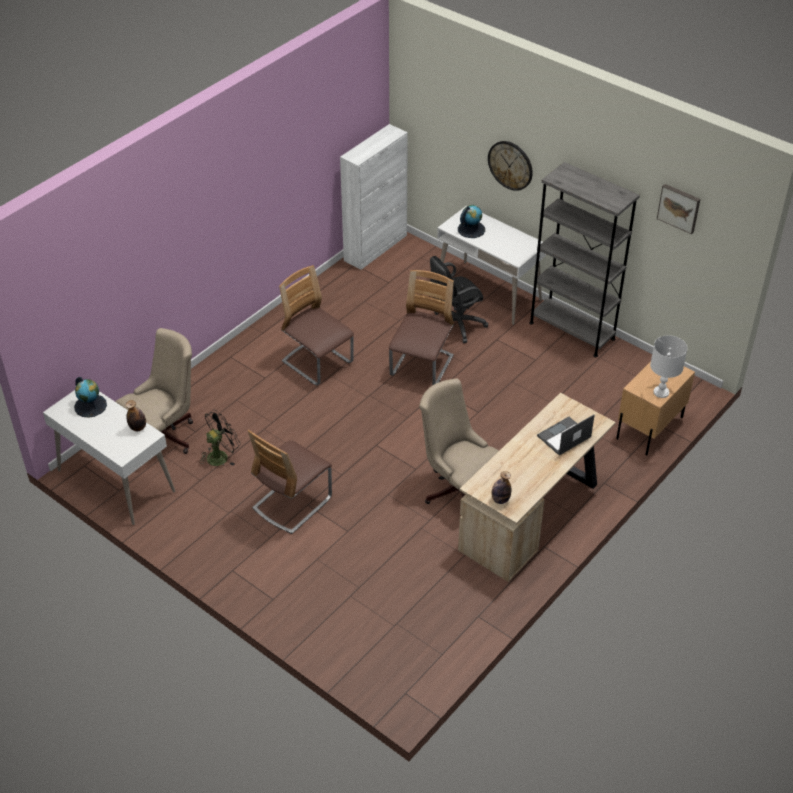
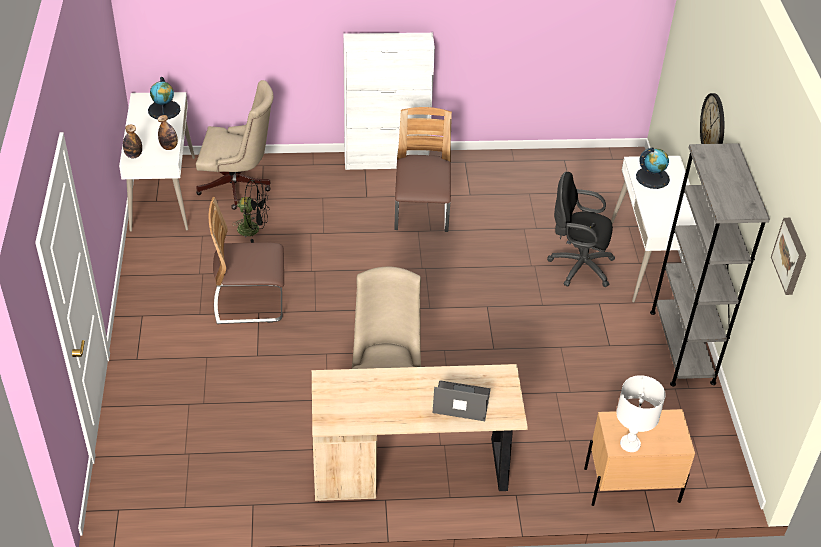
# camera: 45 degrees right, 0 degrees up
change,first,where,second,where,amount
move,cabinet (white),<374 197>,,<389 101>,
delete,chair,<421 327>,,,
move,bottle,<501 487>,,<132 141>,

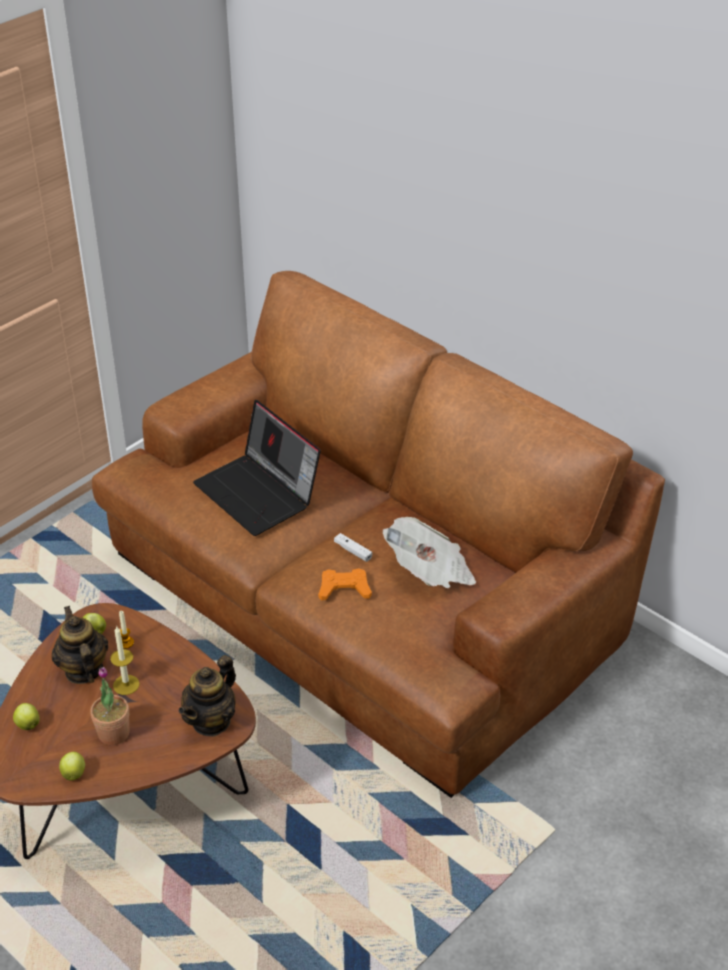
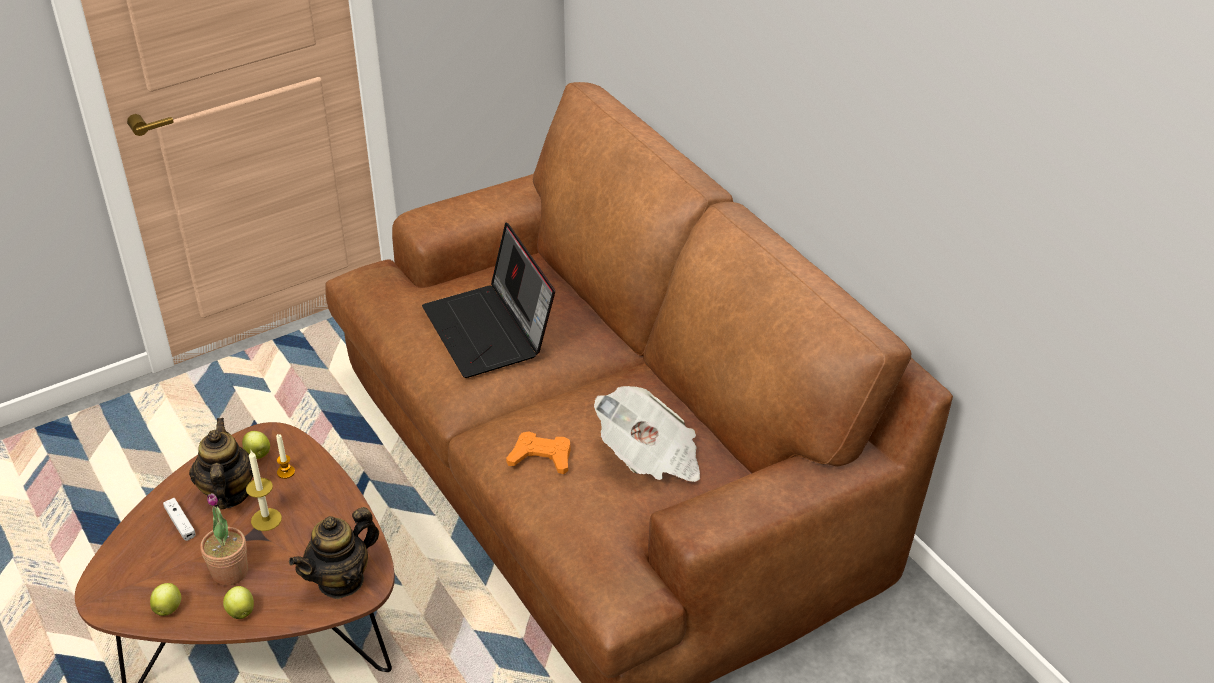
# camera: 15 degrees right, 0 degrees up
change,first,where,second,where,amount
move,apple,<26 716>,,<238 602>,
move,game controller (white),<353 547>,,<179 519>,

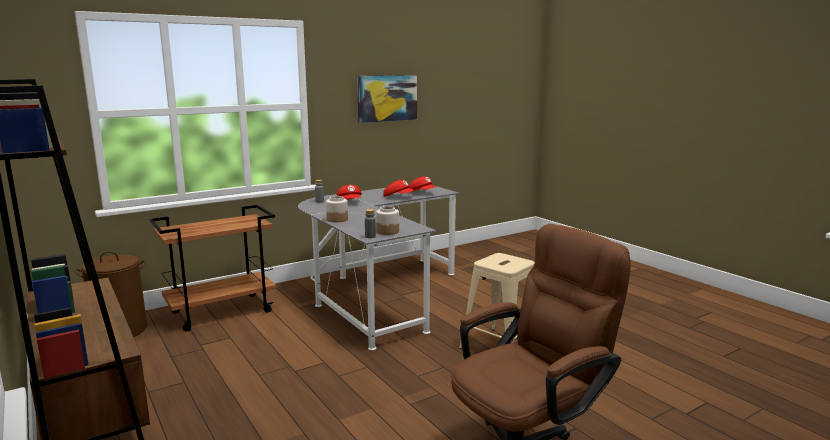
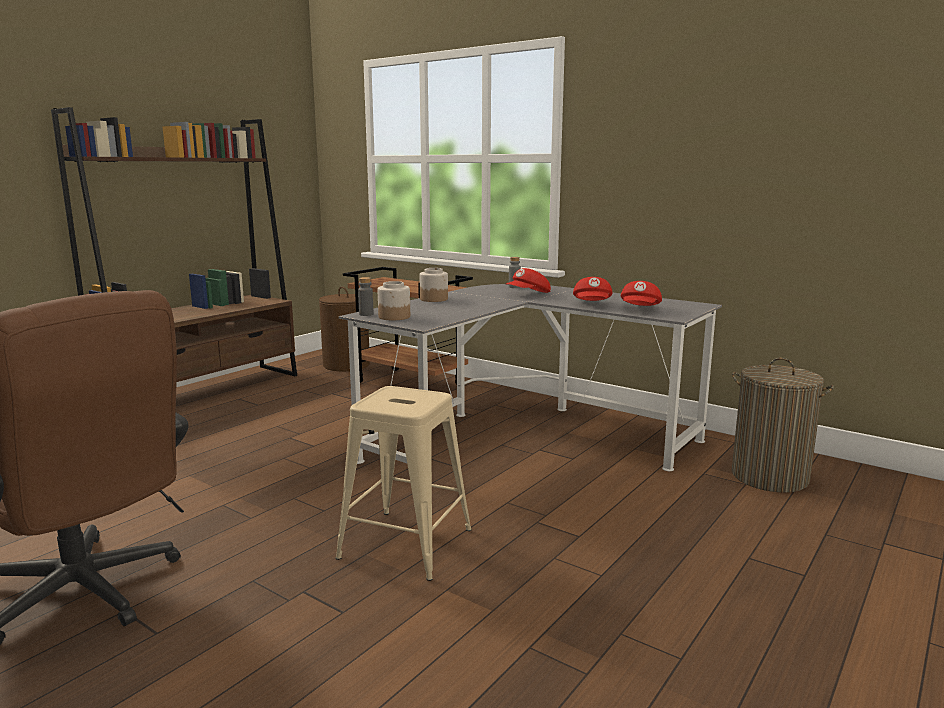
# camera: 70 degrees right, 0 degrees up
change,first,where,second,where,amount
delete,picture,<387 99>,,,
insert,,,laundry basket,<783 425>,

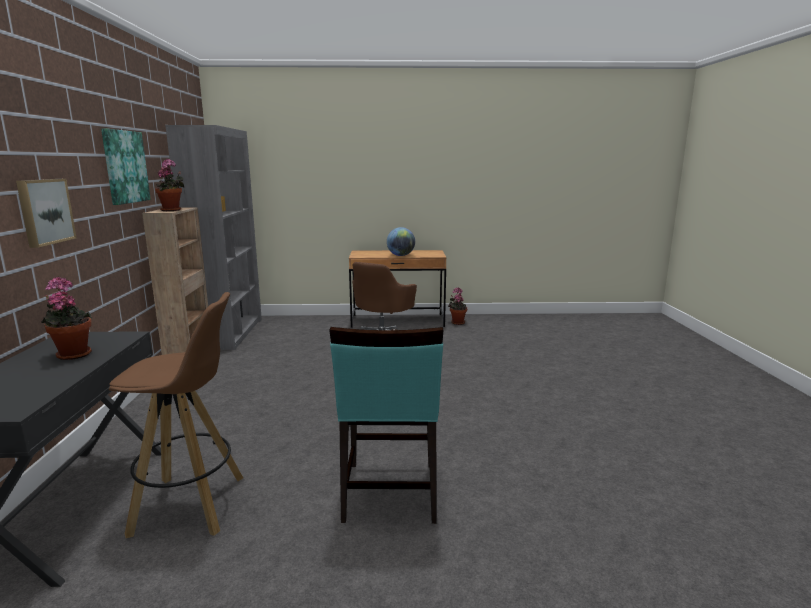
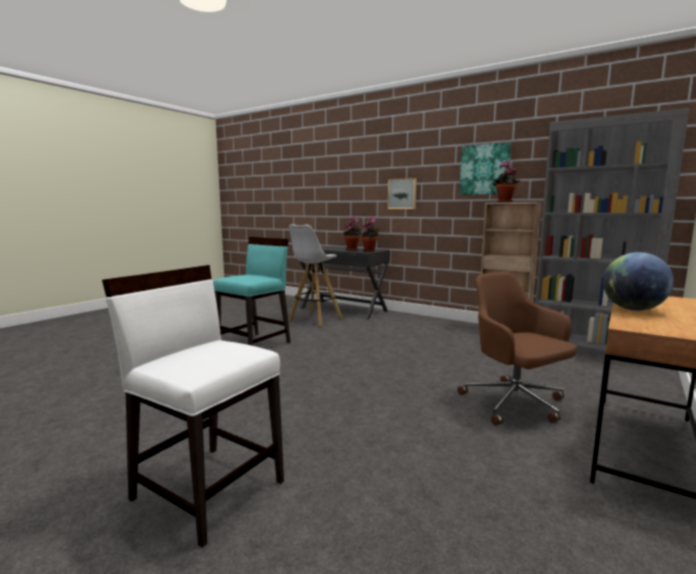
# camera: 125 degrees right, 5 degrees down
change,first,where,second,where,amount
recolor,stool (brown),<176 415>,stool (white),<315 275>,
rotate,chair (turquoise),<386 425>,,<252 291>,90 degrees clockwise
move,potted plant,<457 306>,,<370 234>,
insert,,,chair (white),<193 406>,

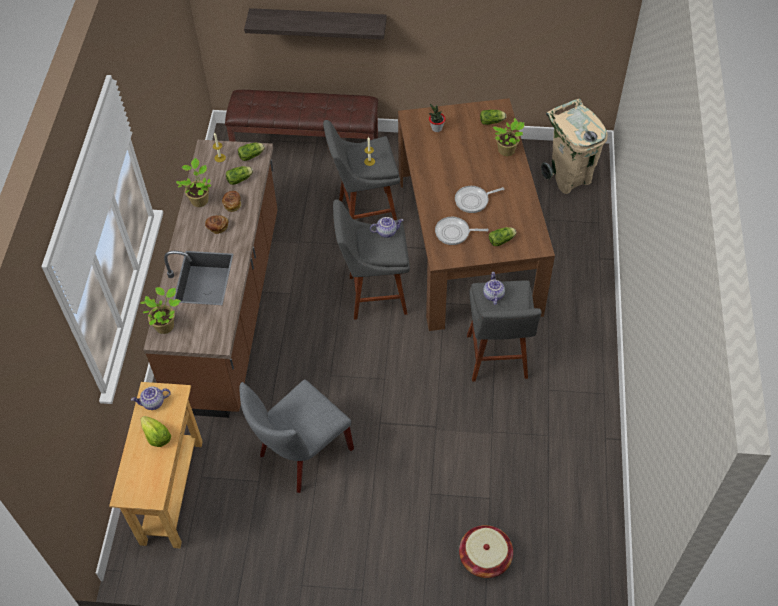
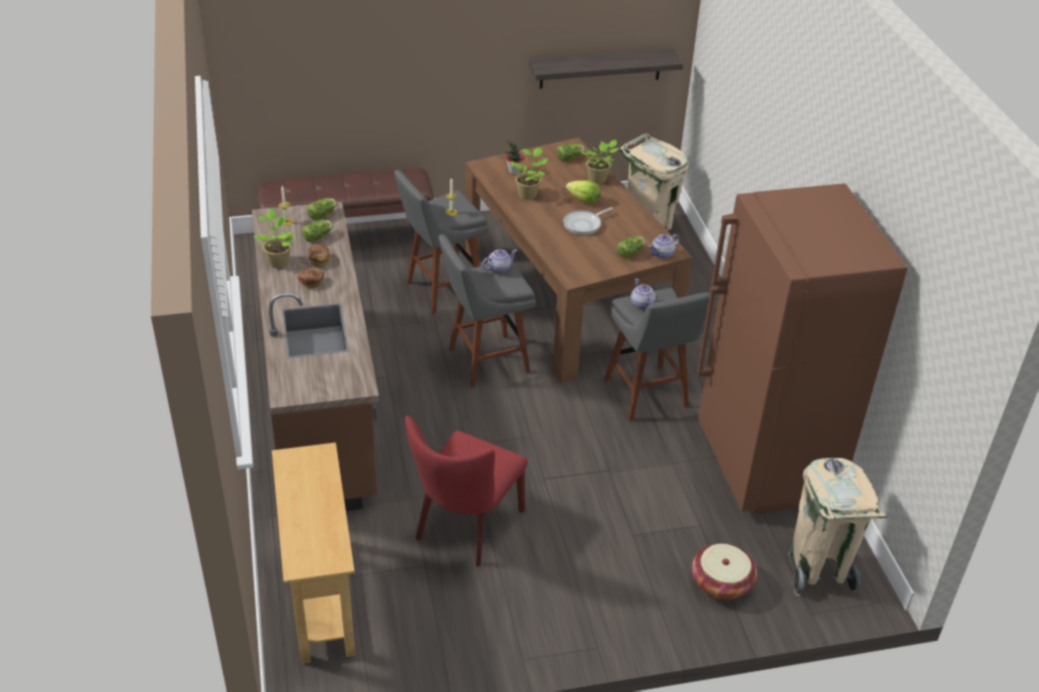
# camera: 20 degrees left, 15 degrees down
change,first,where,second,where,amount
move,teapot,<151 398>,,<664 246>,
move,potted plant,<160 310>,,<528 173>,
move,lettuce,<156 431>,,<583 192>,
recolor,chair (grey),<297 436>,chair (red),<466 491>,
move,shelf,<315 24>,,<606 69>,
delete,frying pan,<462 231>,,,
insert,,,fridge (brown),<801 348>,
insert,,,trash can (beige),<838 527>,

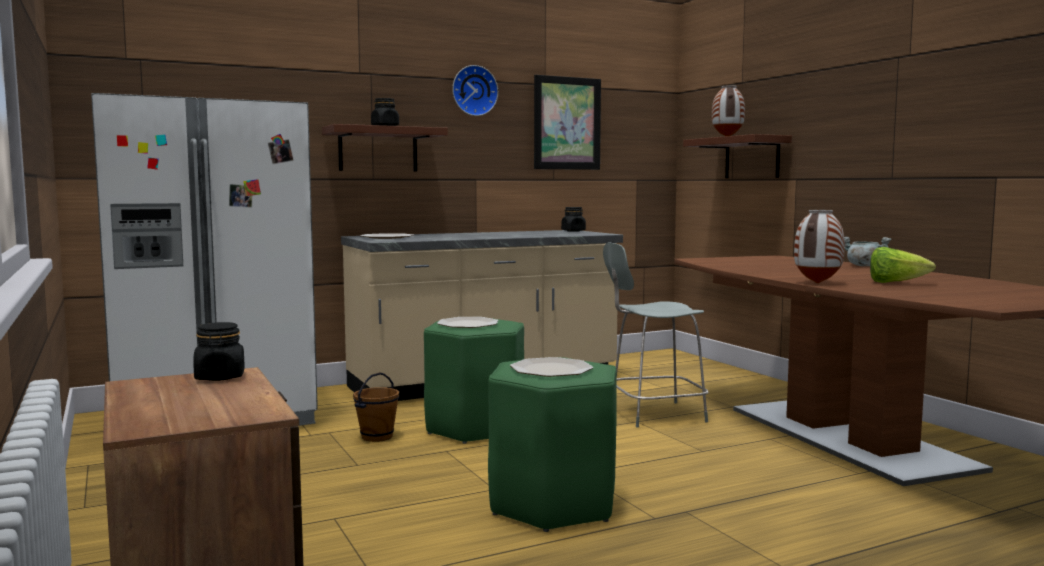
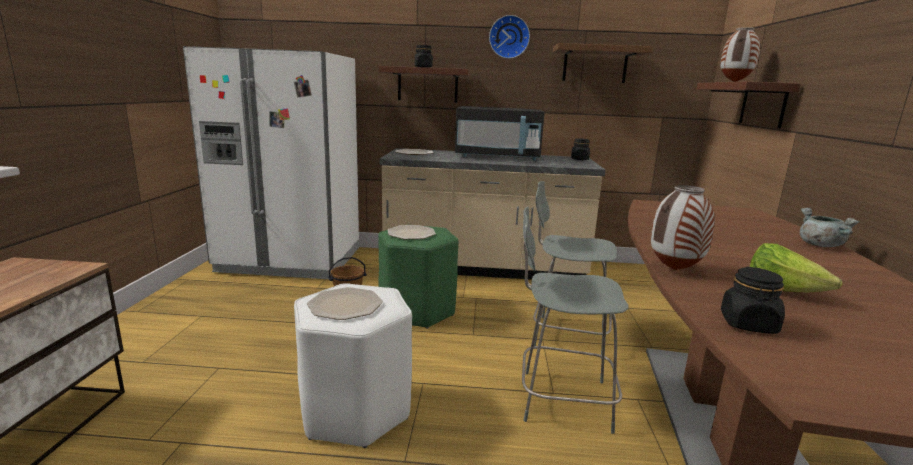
# camera: 30 degrees right, 10 degrees up
change,first,where,second,where,amount
move,jar (black),<219 351>,,<753 300>,
recolor,stool (green),<552 444>,stool (white),<353 365>,
replace,picture,<567 122>,shelf (brown),<603 63>,
insert,,,microwave (black),<500 133>,
insert,,,chair (grey),<575 320>,

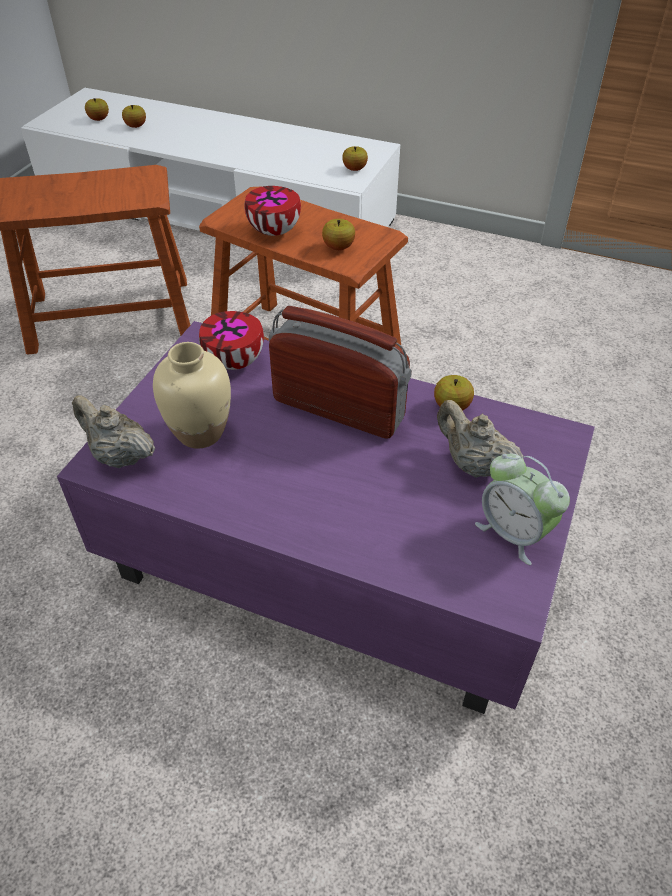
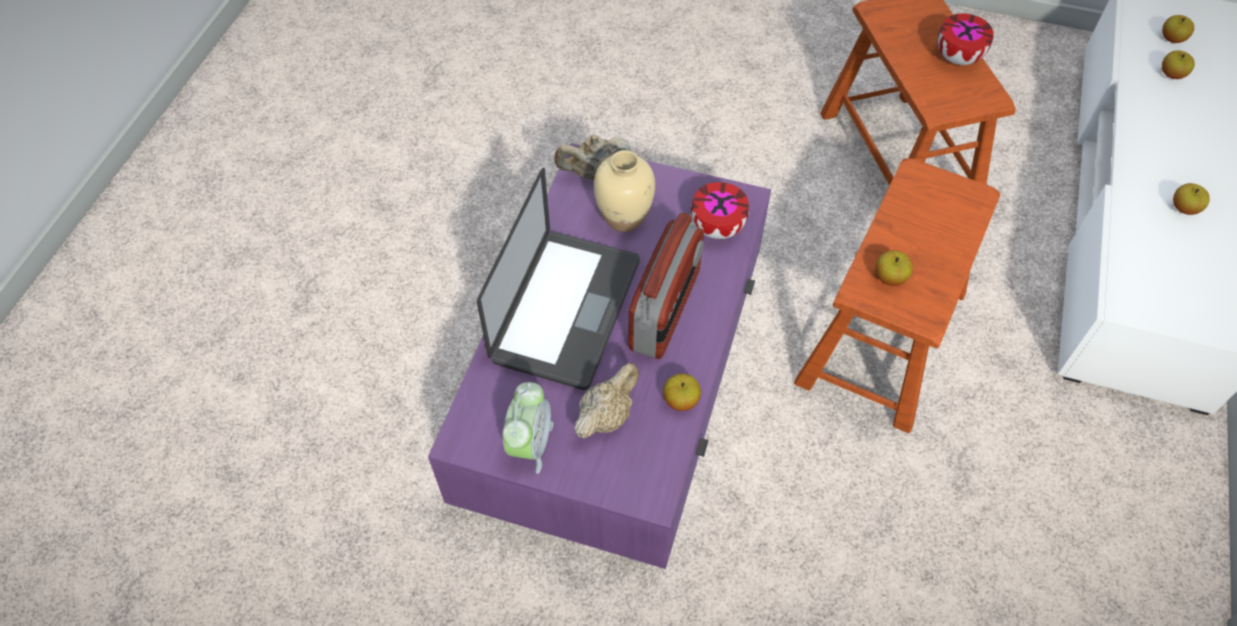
# camera: 85 degrees right, 10 degrees up
change,first,where,second,where,amount
rotate,teapot (beige),<113 431>,,<593 157>,135 degrees counterclockwise
move,bowl,<272 211>,,<965 39>,
move,apple,<355 158>,,<1191 199>,
rotate,alarm clock,<522 509>,,<528 428>,150 degrees clockwise
insert,,,laptop,<558 279>,

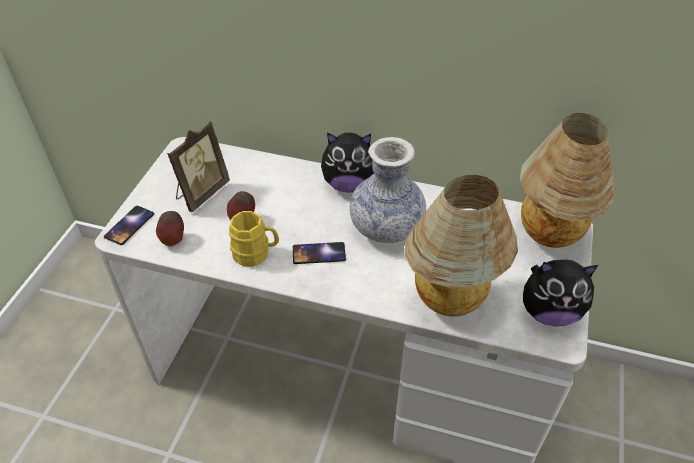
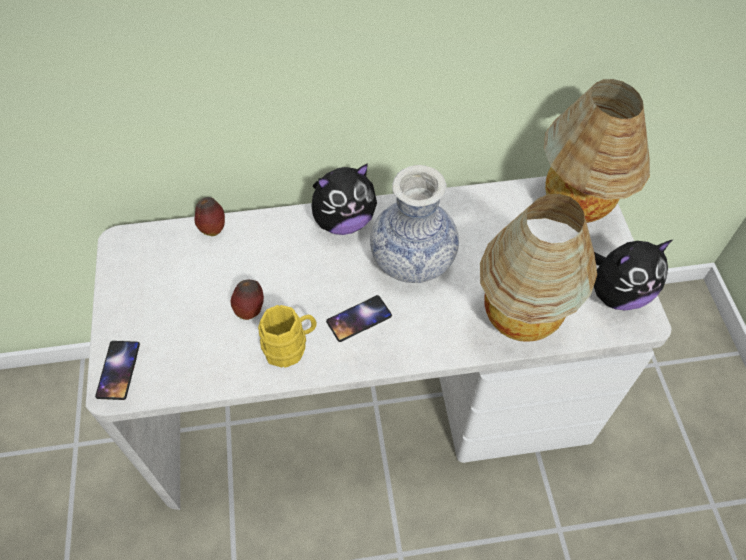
# camera: 25 degrees left, 10 degrees up
change,first,where,second,where,amount
move,apple,<170 228>,,<210 216>,
delete,picture frame,<198 167>,,,

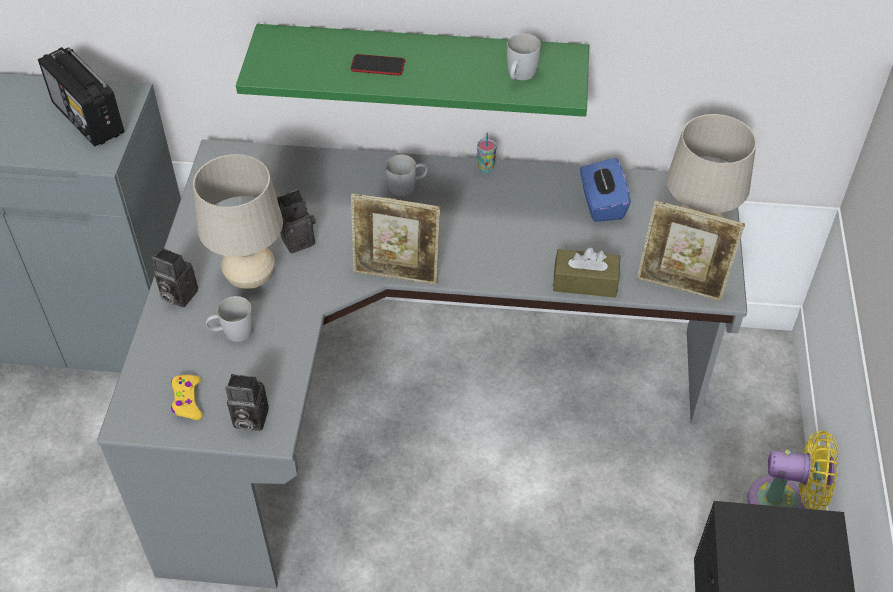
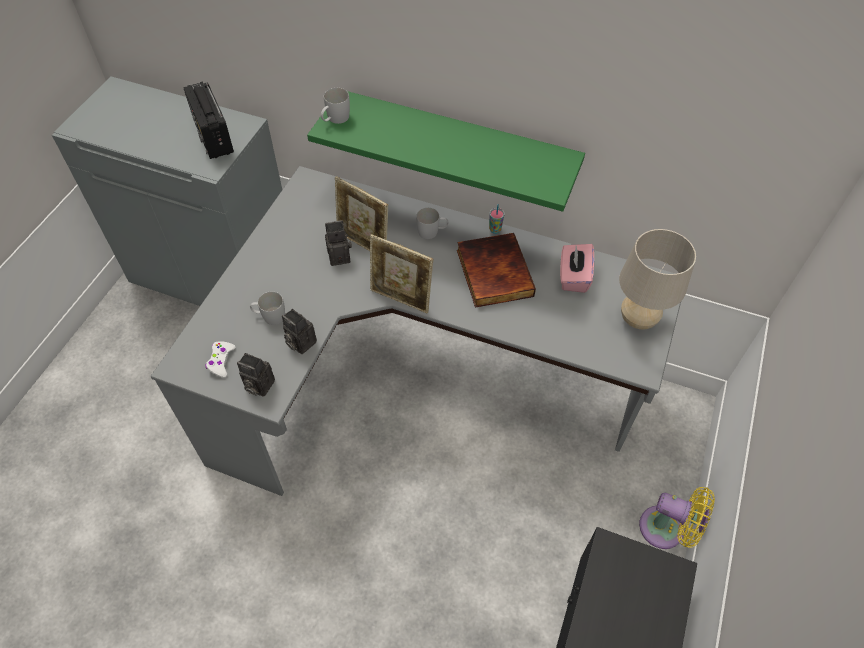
# camera: 15 degrees right, 5 degrees up
change,first,where,second,where,amount
move,photo camera,<175 278>,,<299 331>,
recolor,game controller (yellow),<187 397>,game controller (white),<220 359>,
delete,table lamp (beige),<238 221>,,,
delete,phone,<377 64>,,,
move,mug (white),<524 57>,,<335 106>,
delete,tissue box (brown),<586 273>,,,
recolor,tissue box (blue),<605 190>,tissue box (pink),<577 268>,
move,picture frame,<691 250>,,<361 213>,
insert,,,book,<496 270>,

